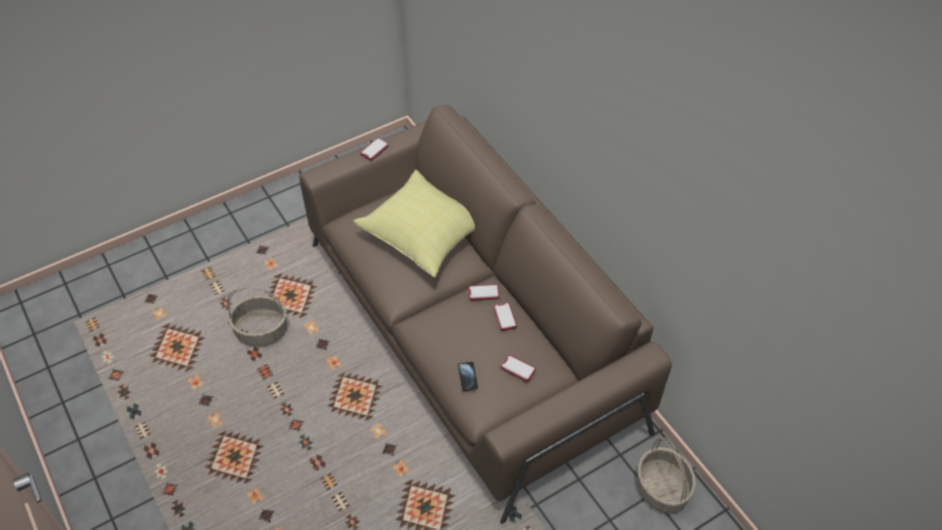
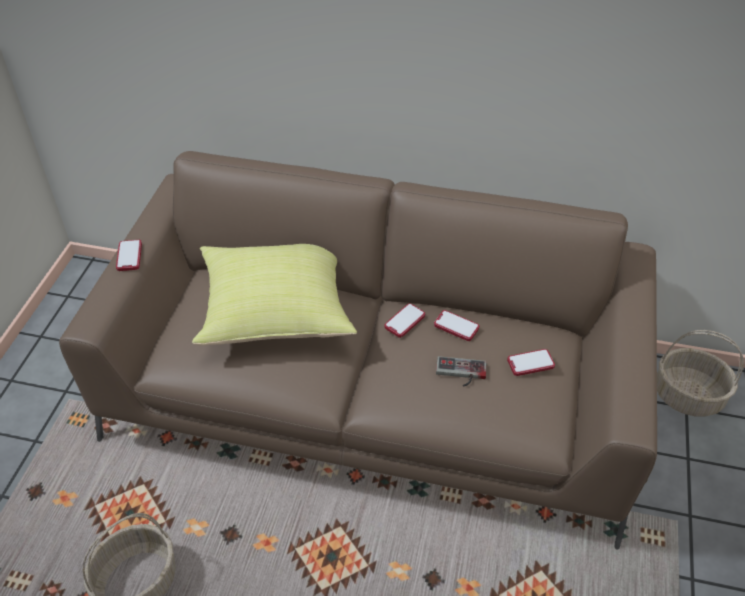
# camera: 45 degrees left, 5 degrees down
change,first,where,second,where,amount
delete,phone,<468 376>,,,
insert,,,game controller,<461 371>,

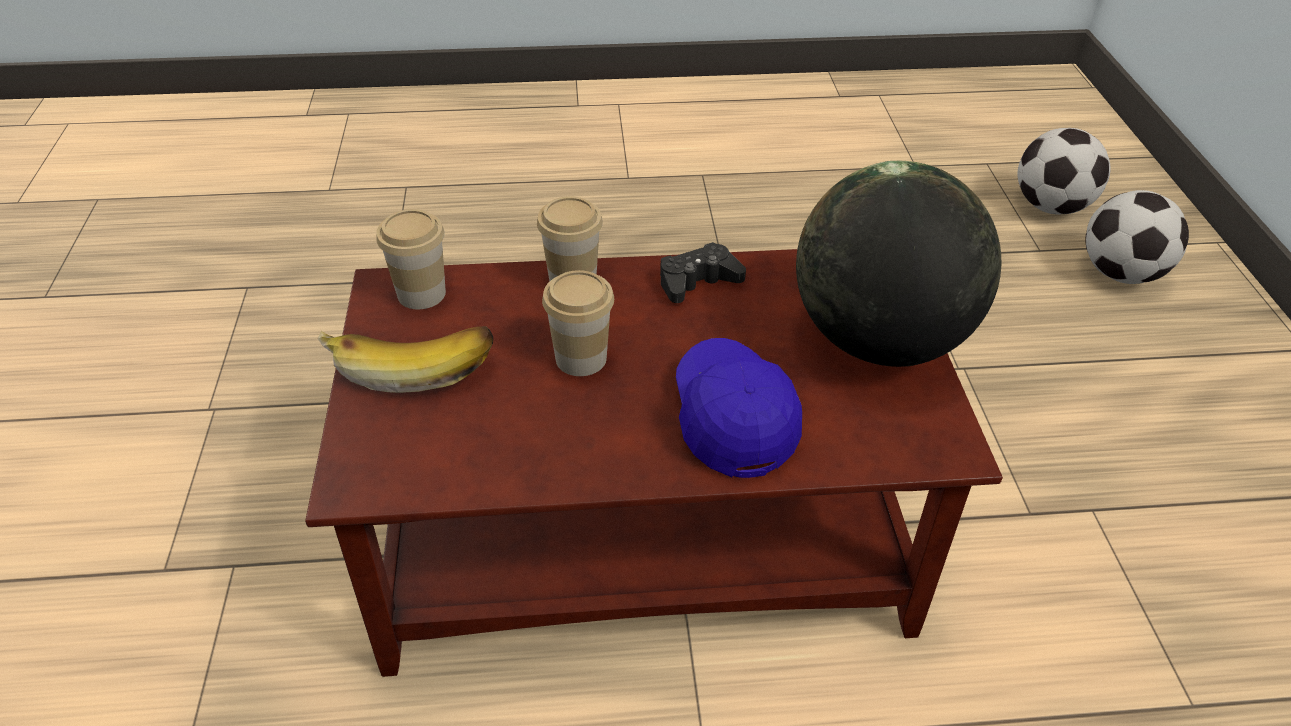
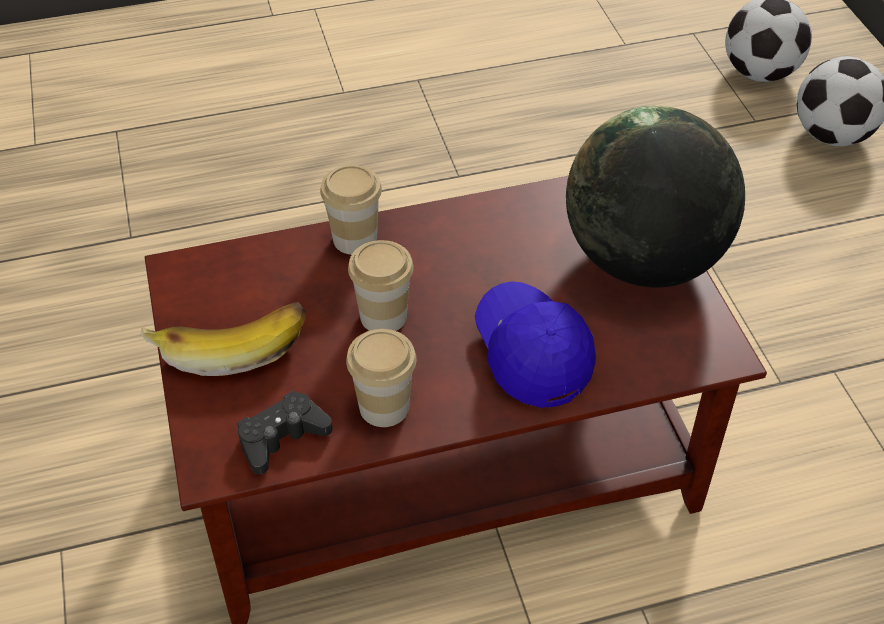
# camera: 10 degrees left, 5 degrees up
change,first,where,second,where,amount
move,cup,<411 259>,,<381 378>,
move,game controller (black),<703 272>,,<285 433>,

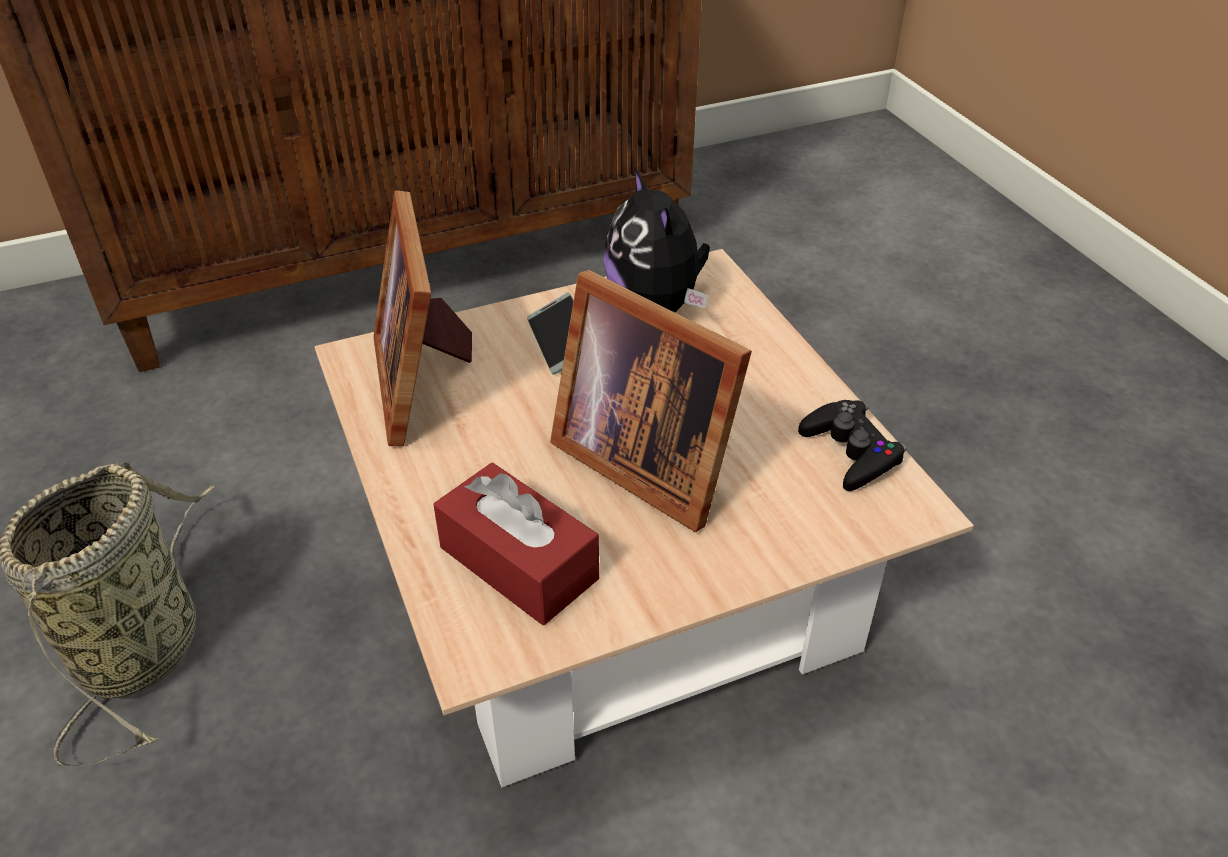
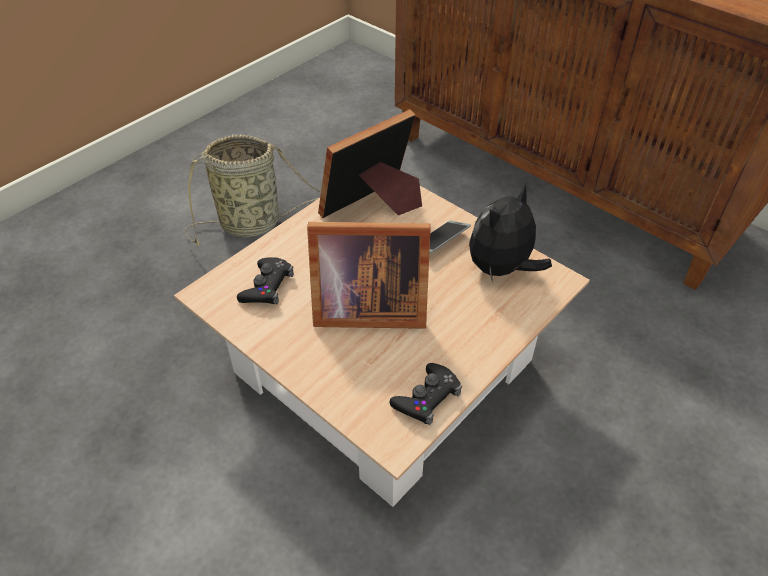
# camera: 65 degrees right, 5 degrees up
change,first,where,second,where,amount
replace,tissue box (red),<516 544>,game controller (black),<265 280>,
rotate,picture frame,<651 401>,,<369 275>,105 degrees counterclockwise

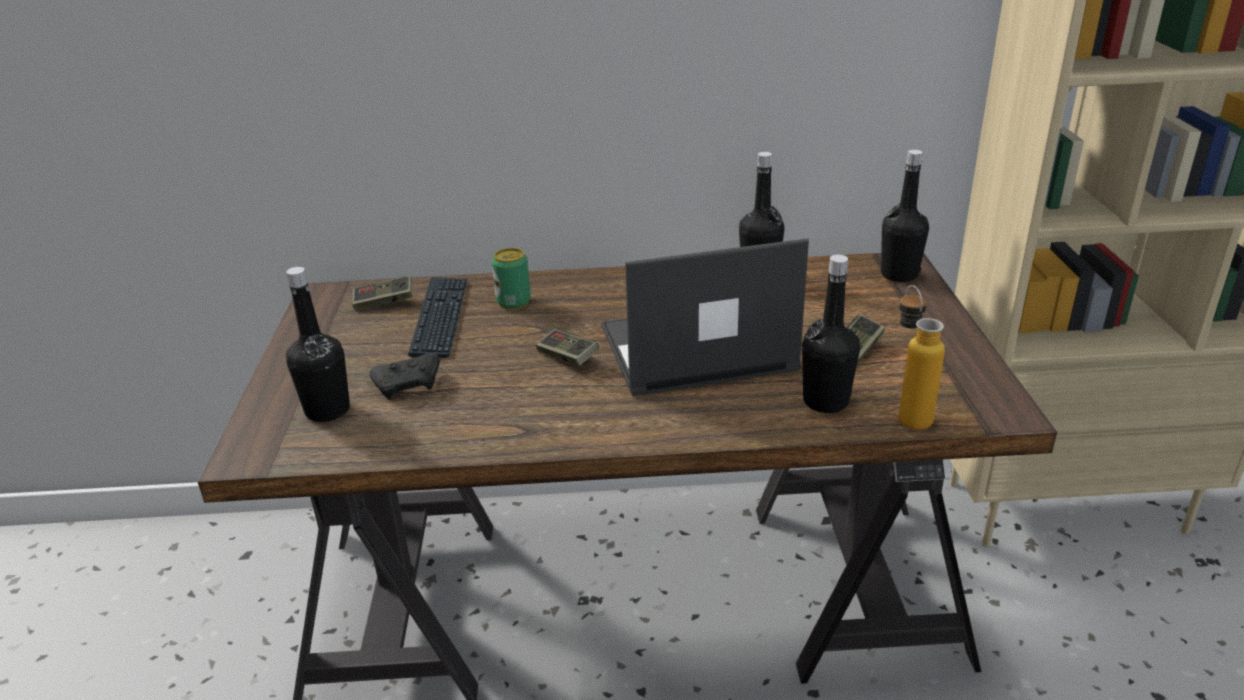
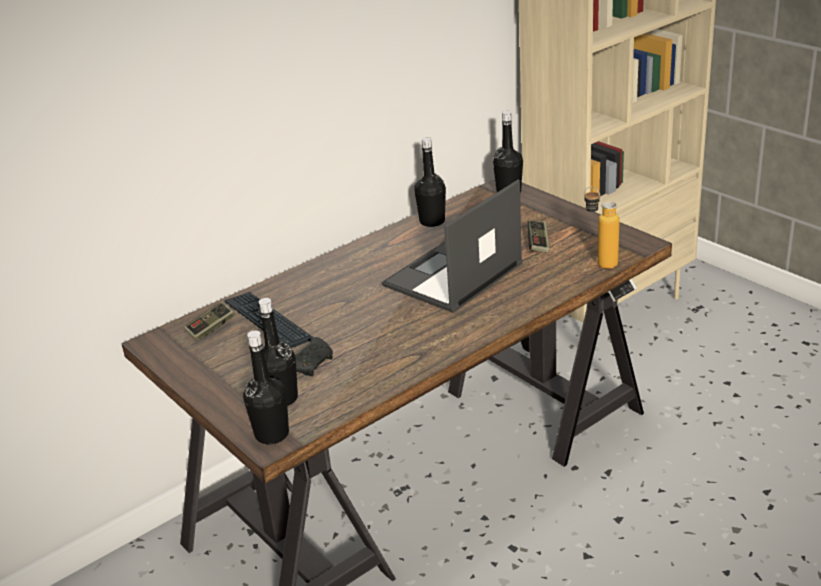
# camera: 35 degrees left, 0 degrees up
change,first,where,second,where,amount
delete,can,<511 278>,,,
delete,game controller,<567 347>,,,
move,bottle (black),<831 334>,,<266 387>,

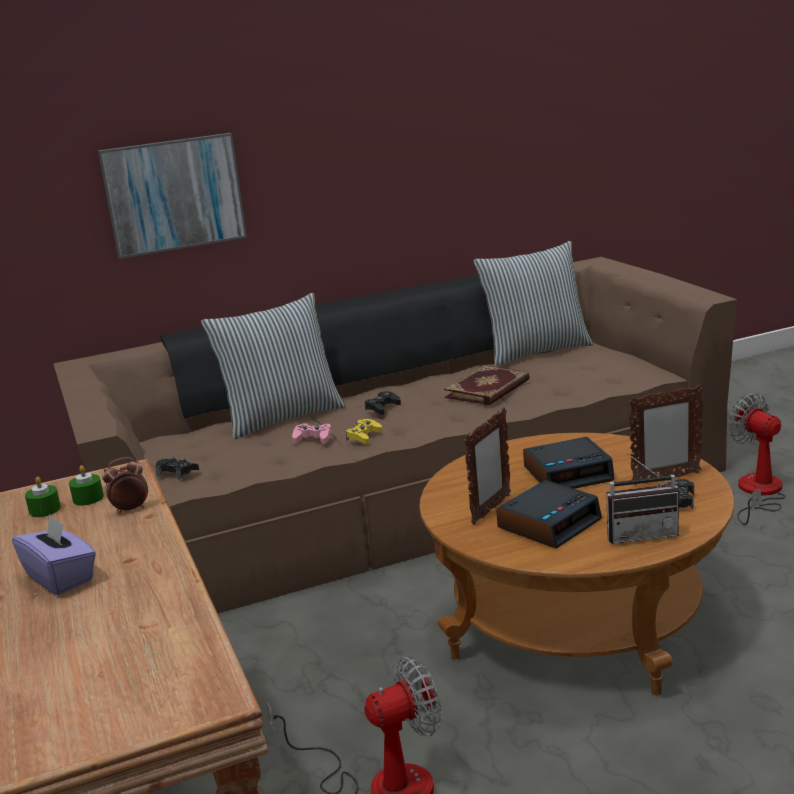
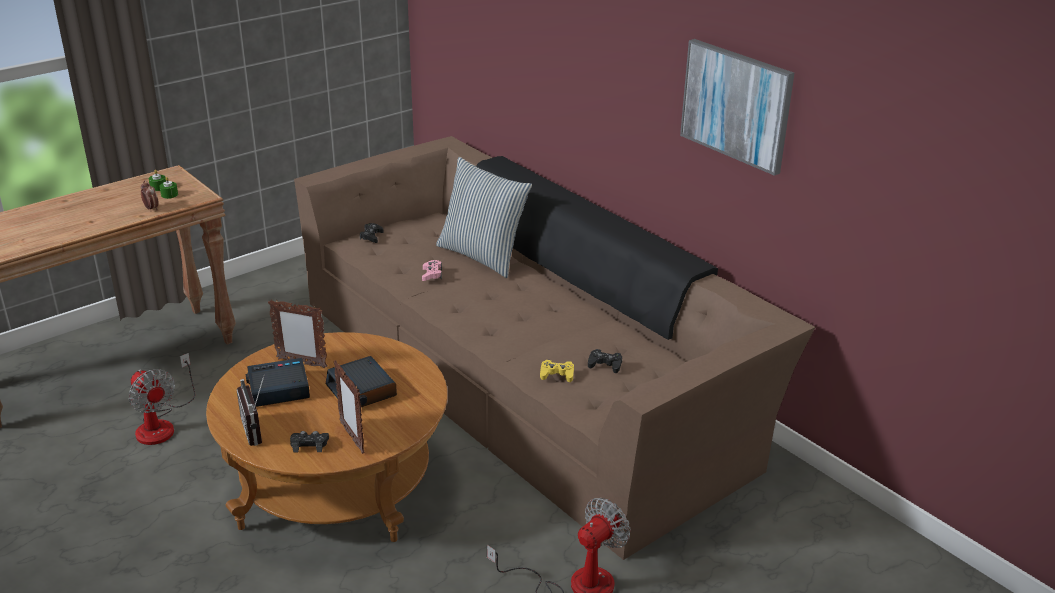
# camera: 70 degrees right, 10 degrees up
change,first,where,second,where,amount
delete,tissue box (purple),<54 554>,,,
move,picture,<172 196>,,<737 107>,
move,game controller (yellow),<364 432>,,<557 371>,
move,game controller (black),<383 403>,,<605 361>,
delete,book,<487 385>,,,
delete,pillow,<533 303>,,,
rotate,alarm clock,<549 514>,,<278 382>,135 degrees clockwise

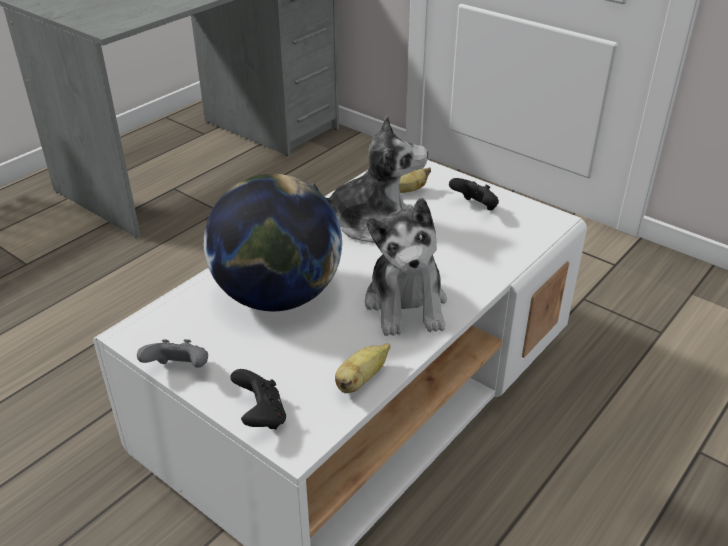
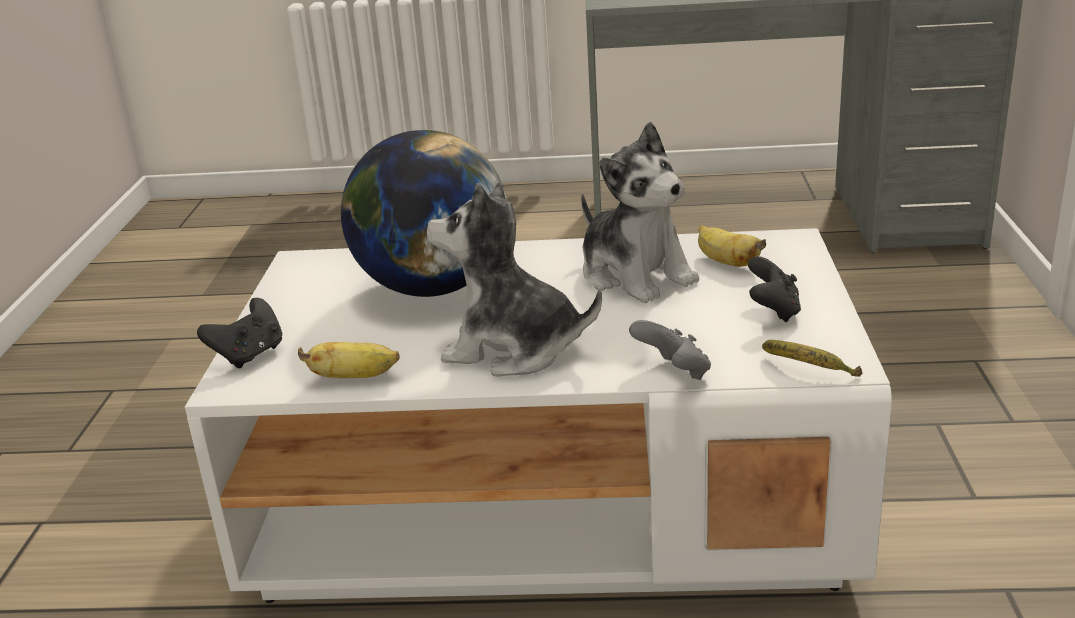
# camera: 55 degrees right, 10 degrees down
change,first,where,second,where,amount
move,game controller (grey),<172 353>,,<670 350>,
rotate,plush toy,<406 267>,,<514 279>,60 degrees clockwise
insert,,,banana,<812 358>,

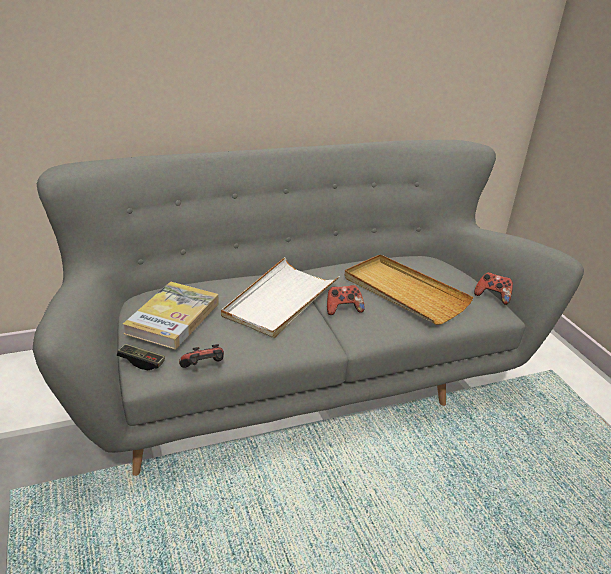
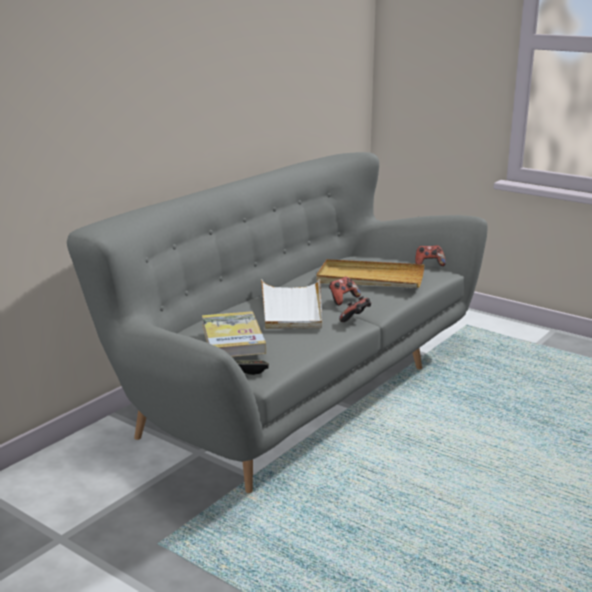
# camera: 30 degrees left, 10 degrees down
change,first,where,second,where,amount
move,game controller,<201 356>,,<355 309>,

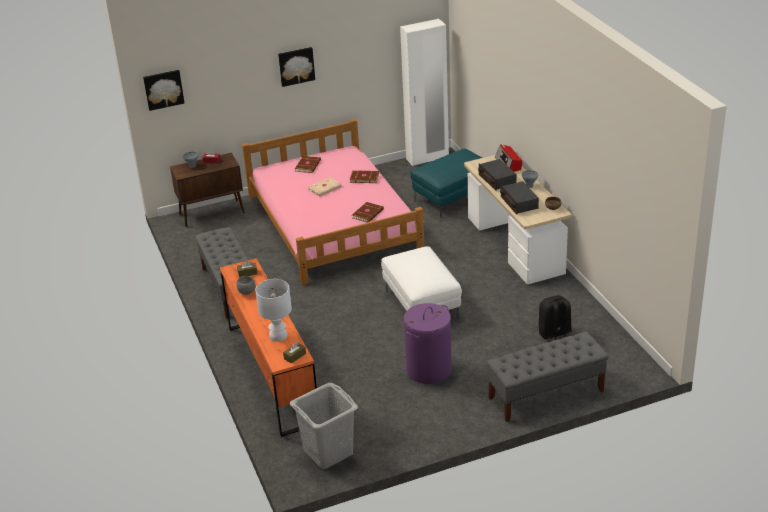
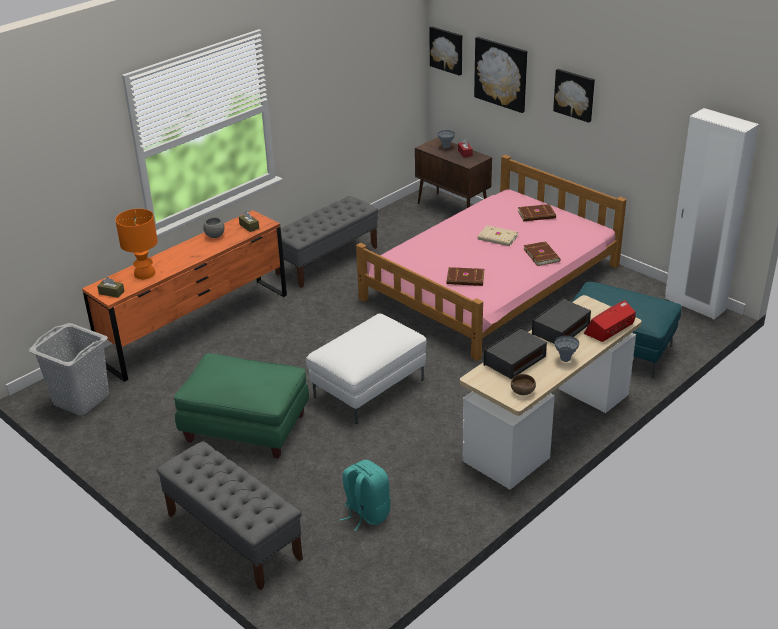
# camera: 65 degrees right, 0 degrees up
change,first,where,second,where,amount
recolor,table lamp (white),<273 310>,table lamp (orange),<136 244>,
replace,laundry basket (purple),<428 343>,ottoman (green),<241 406>,
recolor,backpack (black),<555 317>,backpack (turquoise),<365 495>,
insert,,,picture,<500 75>,

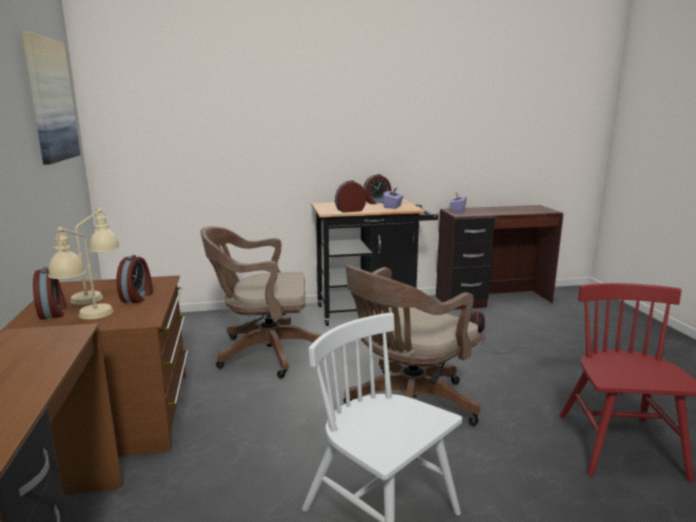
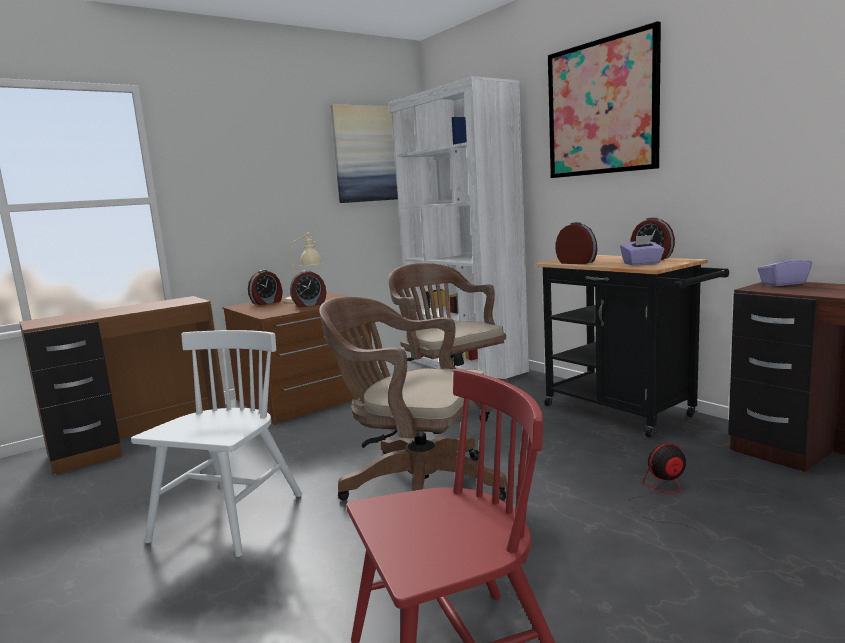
# camera: 65 degrees right, 5 degrees down
change,first,where,second,where,amount
delete,table lamp (beige),<80 273>,,,
insert,,,bookcase (white),<459 227>,
insert,,,picture,<604 99>,

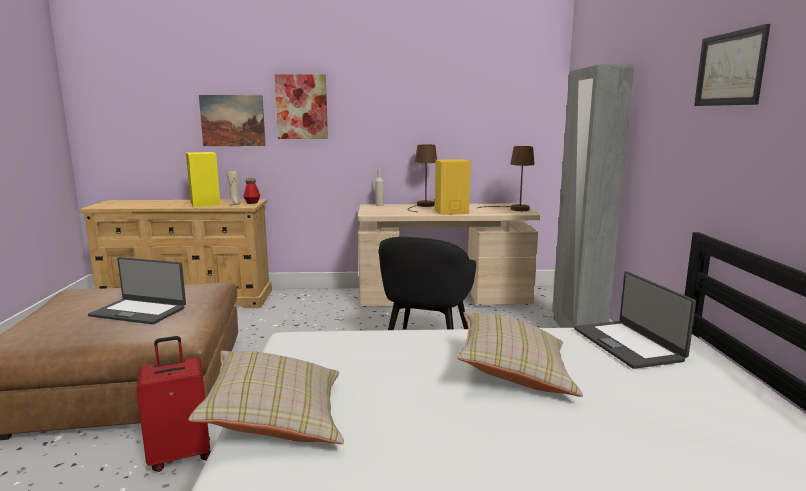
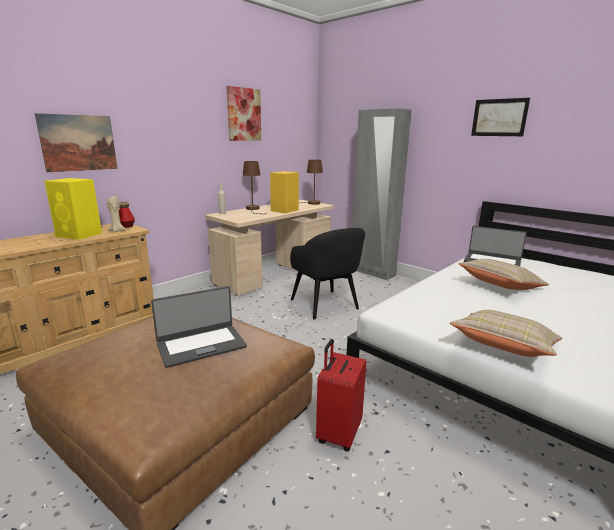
# camera: 45 degrees left, 5 degrees up
change,first,where,second,where,amount
move,picture,<301 106>,,<243 113>,

